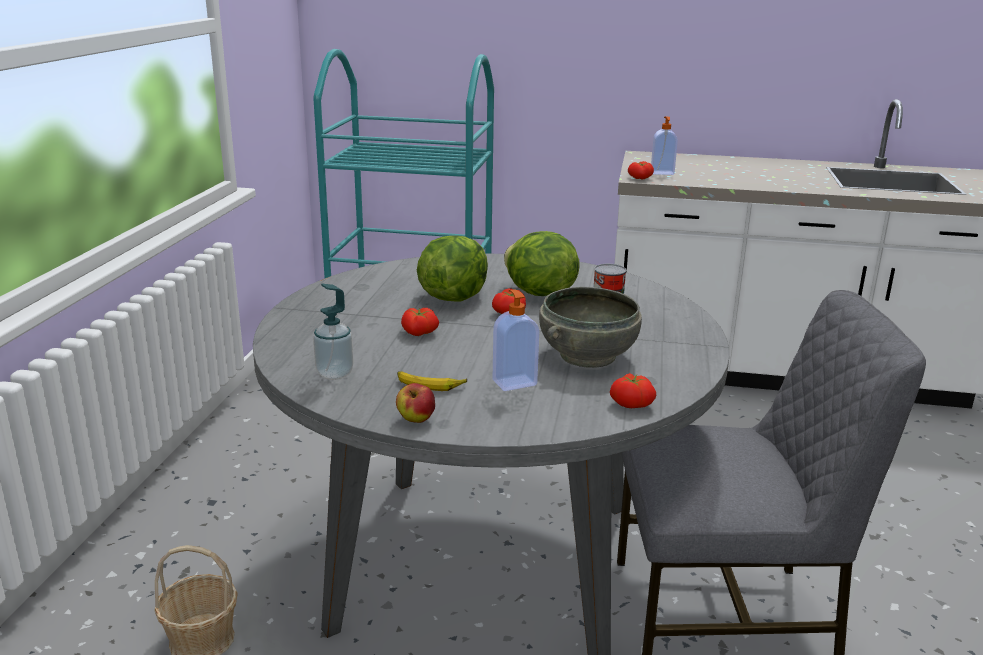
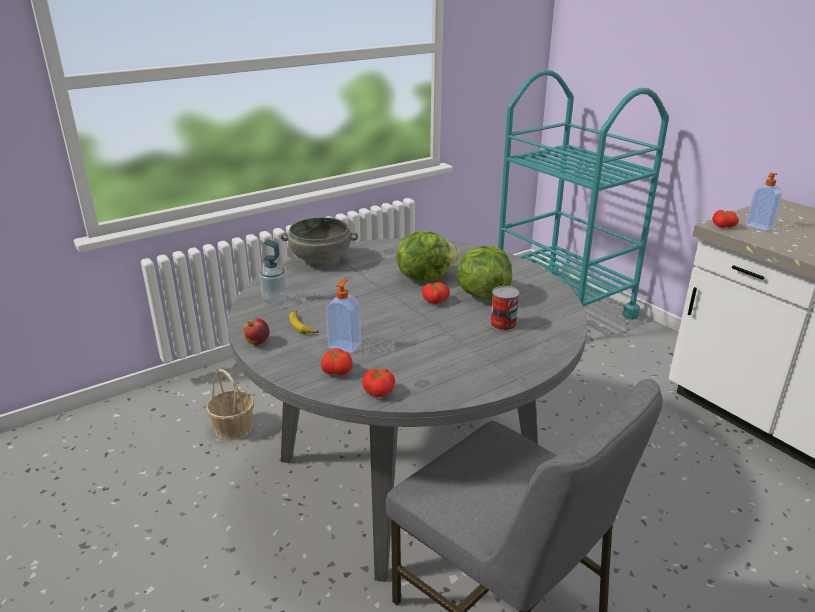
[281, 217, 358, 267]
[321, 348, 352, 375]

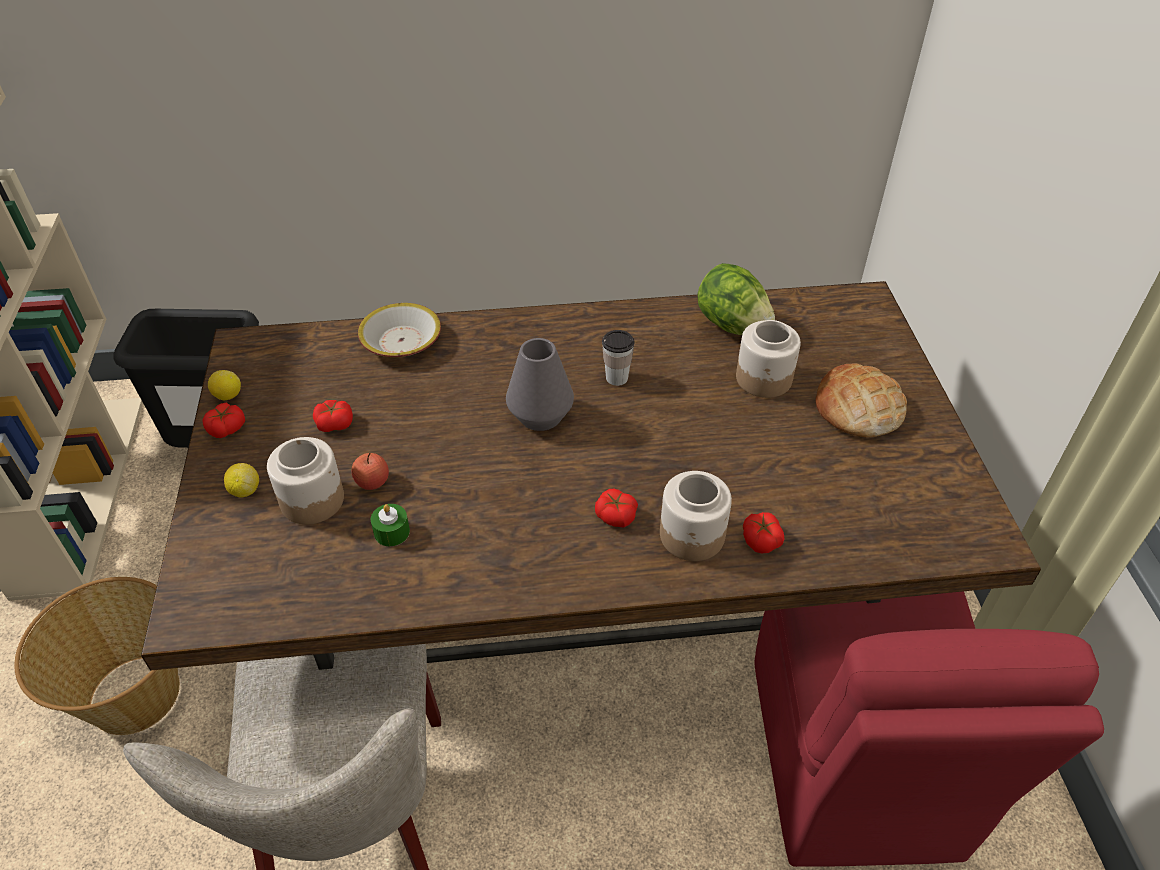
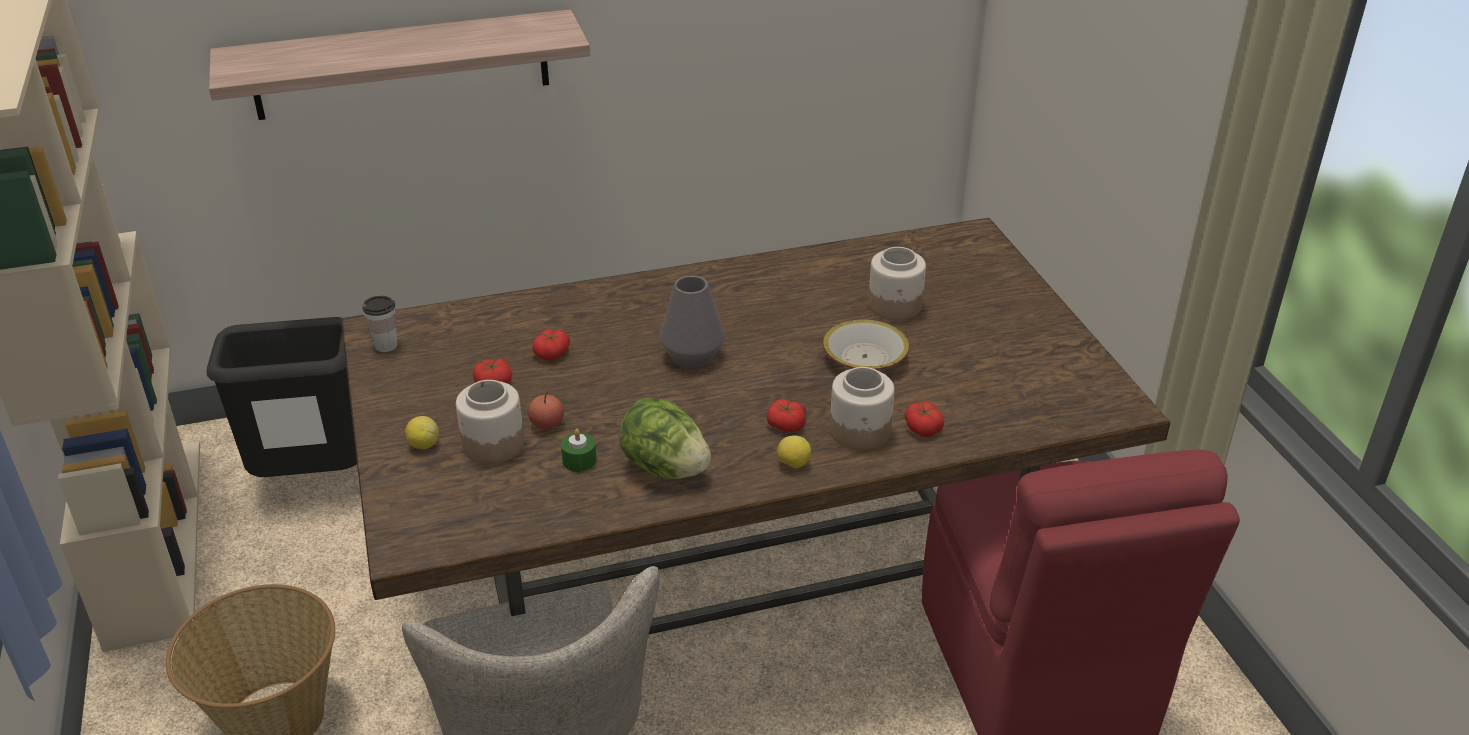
[619, 398, 711, 479]
[823, 319, 909, 371]
[362, 296, 397, 352]
[815, 363, 907, 437] (first image)
[777, 435, 811, 469]
[532, 329, 570, 361]
[209, 9, 590, 120]

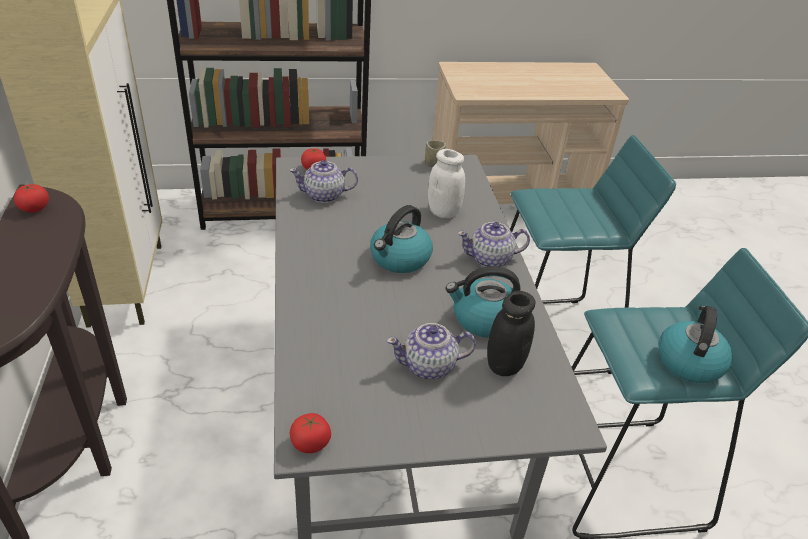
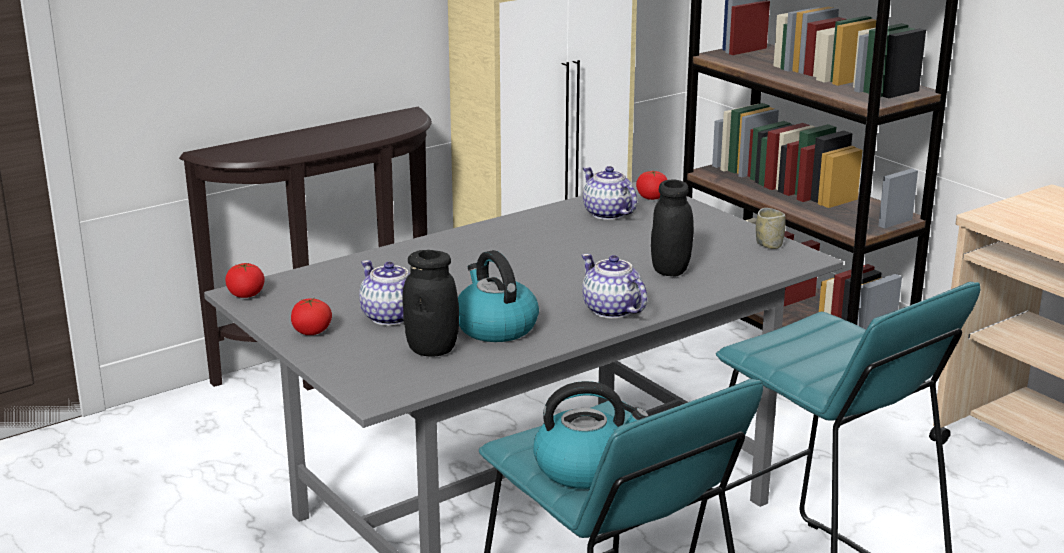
[651, 179, 694, 277]
[291, 298, 332, 335]
[370, 205, 433, 273] (first image)

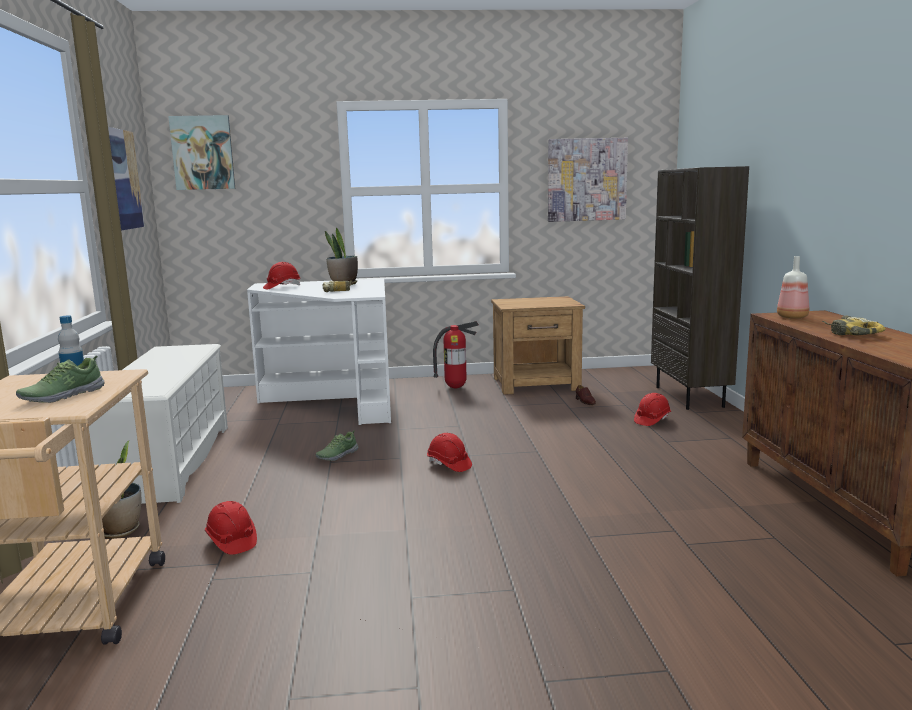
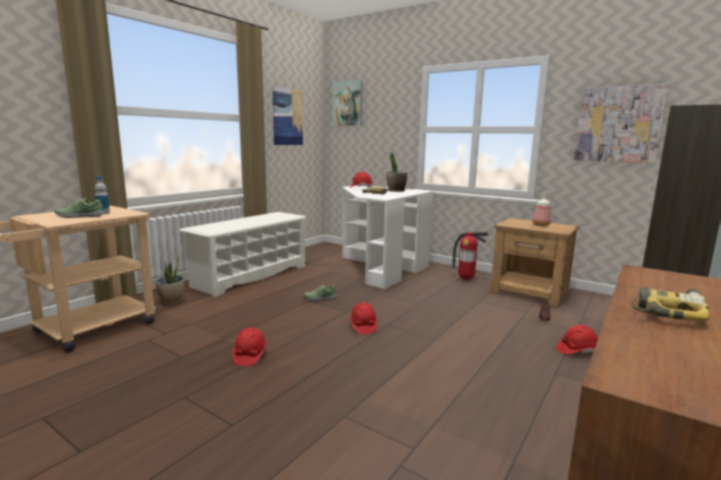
[533, 191, 551, 226]
[233, 328, 267, 366]

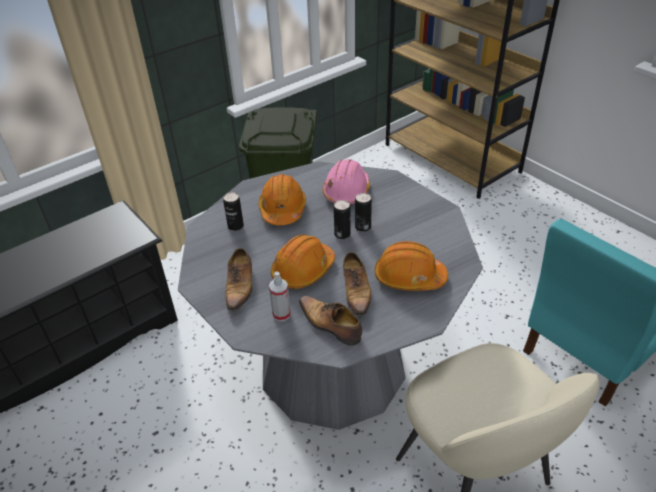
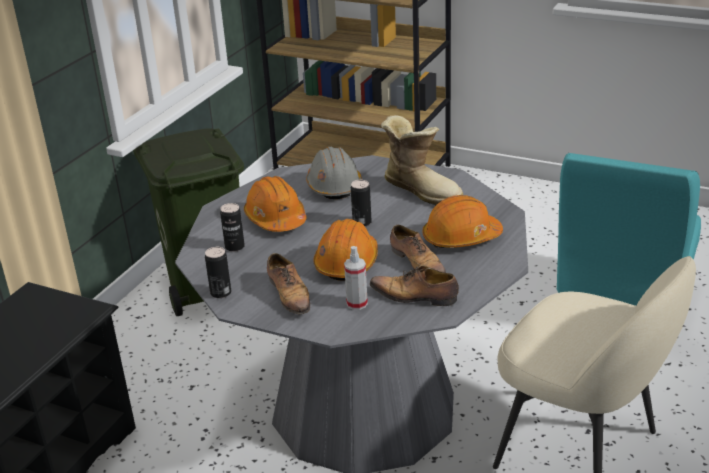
[306, 147, 362, 199]
[205, 247, 231, 298]
[381, 115, 463, 205]

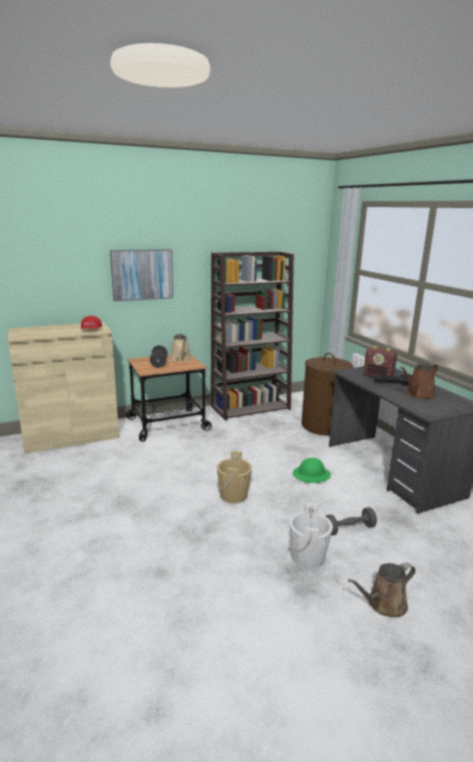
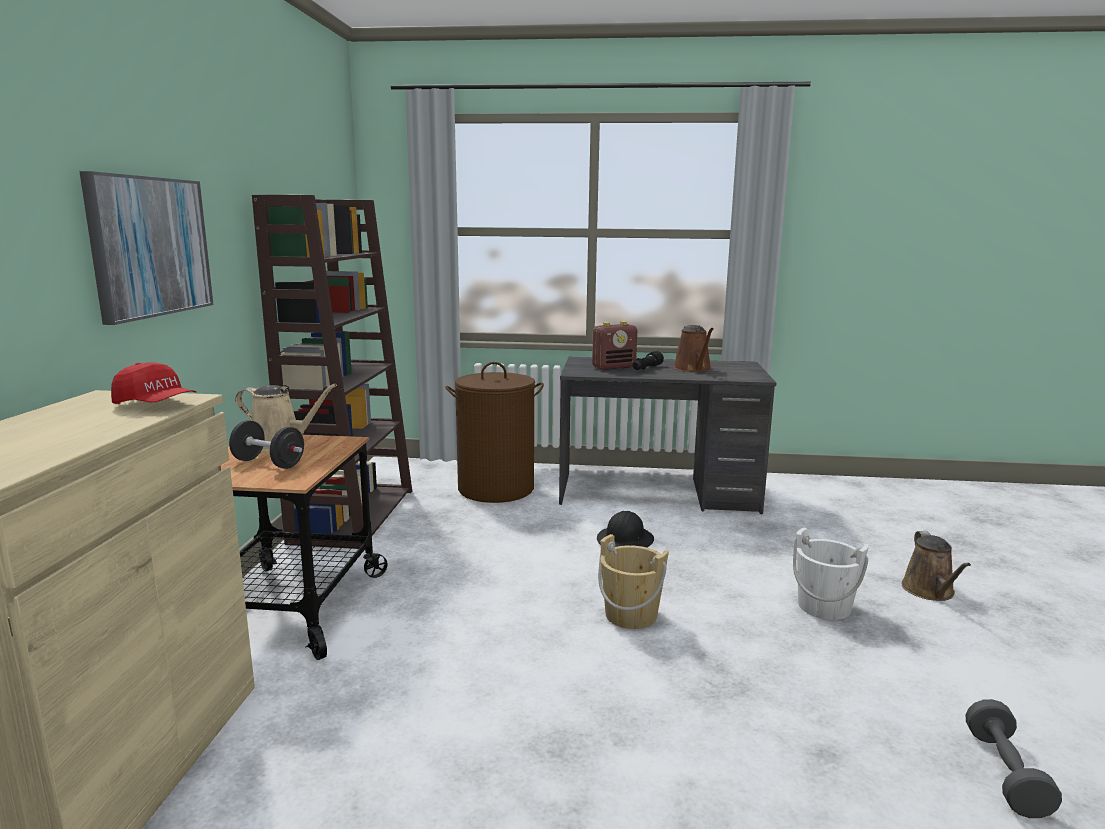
[597, 511, 654, 548]
[965, 699, 1062, 818]

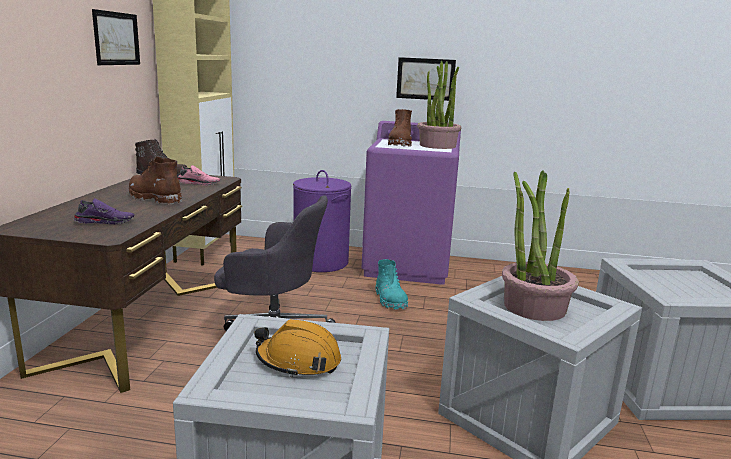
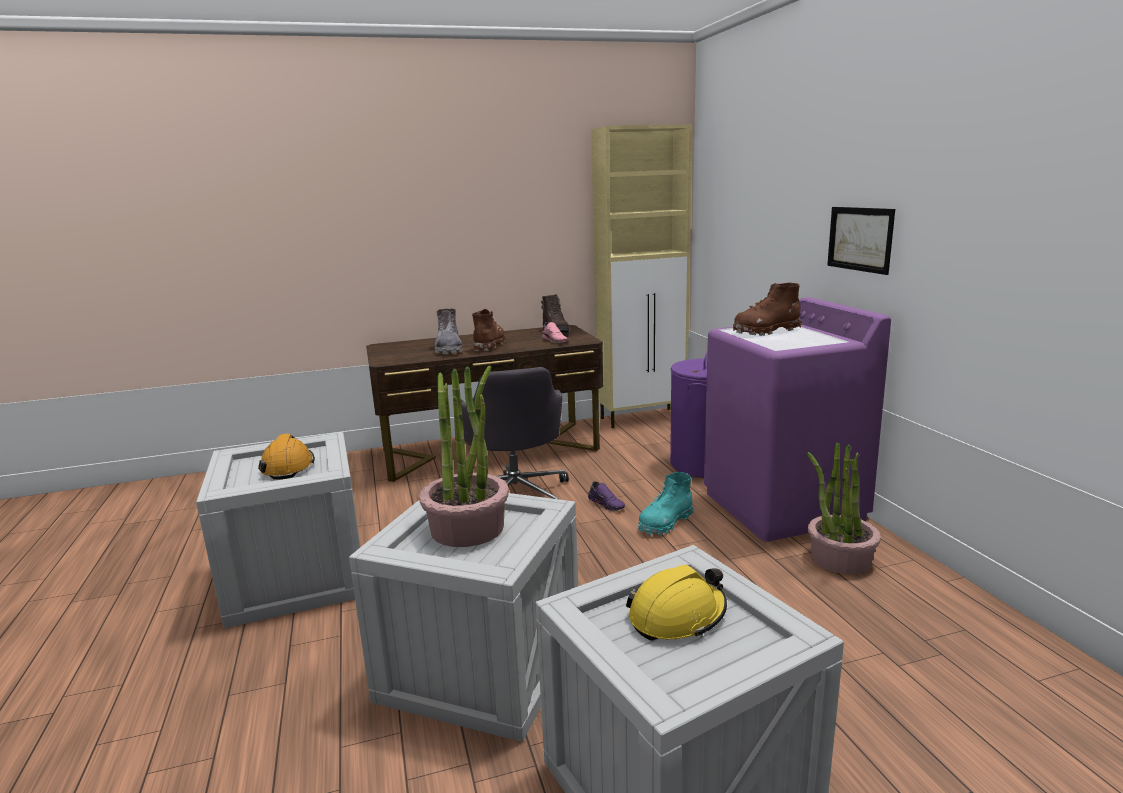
[92, 9, 140, 65] (first image)
[807, 442, 881, 574]
[588, 481, 625, 511]
[435, 309, 462, 354]
[626, 565, 727, 641]

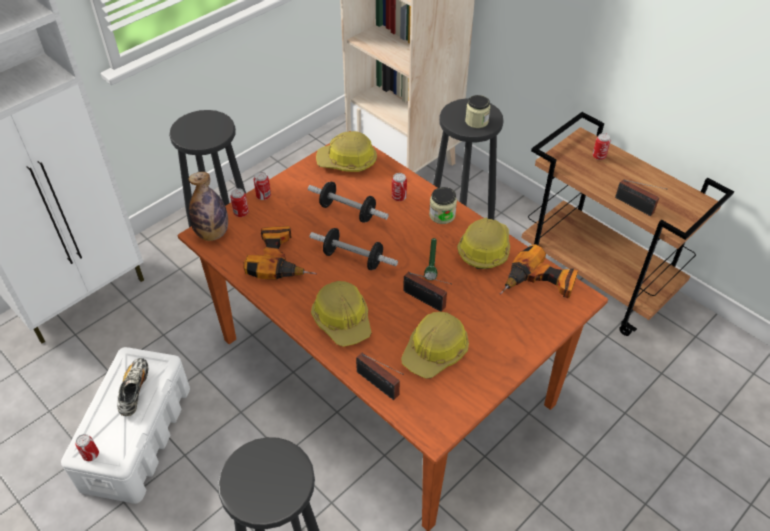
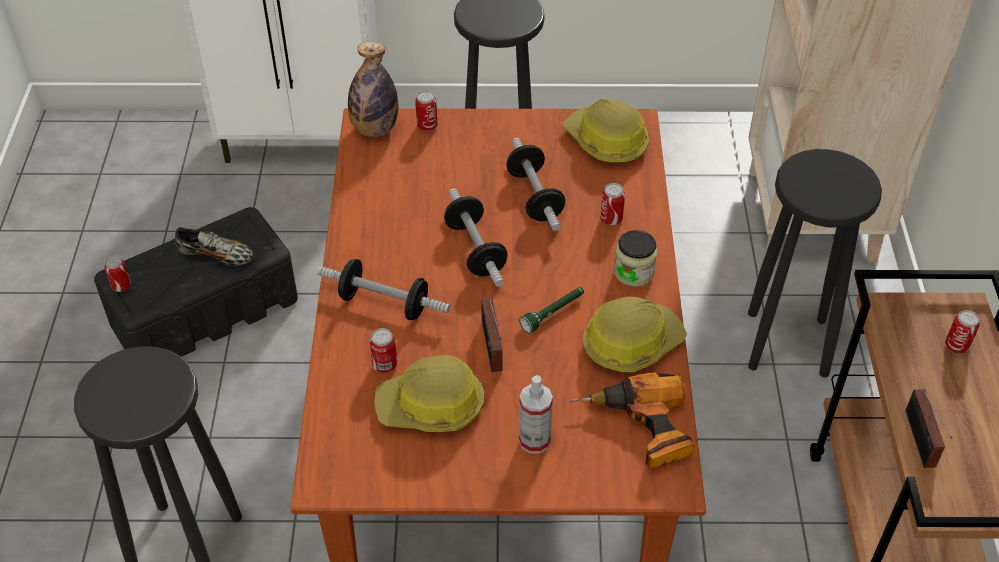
[465, 95, 490, 128] (first image)
[370, 328, 397, 373]
[243, 226, 317, 279] (first image)
[317, 259, 450, 320]
[94, 207, 298, 357]
[356, 353, 403, 400] (first image)
[175, 227, 254, 266]
[519, 375, 553, 453]

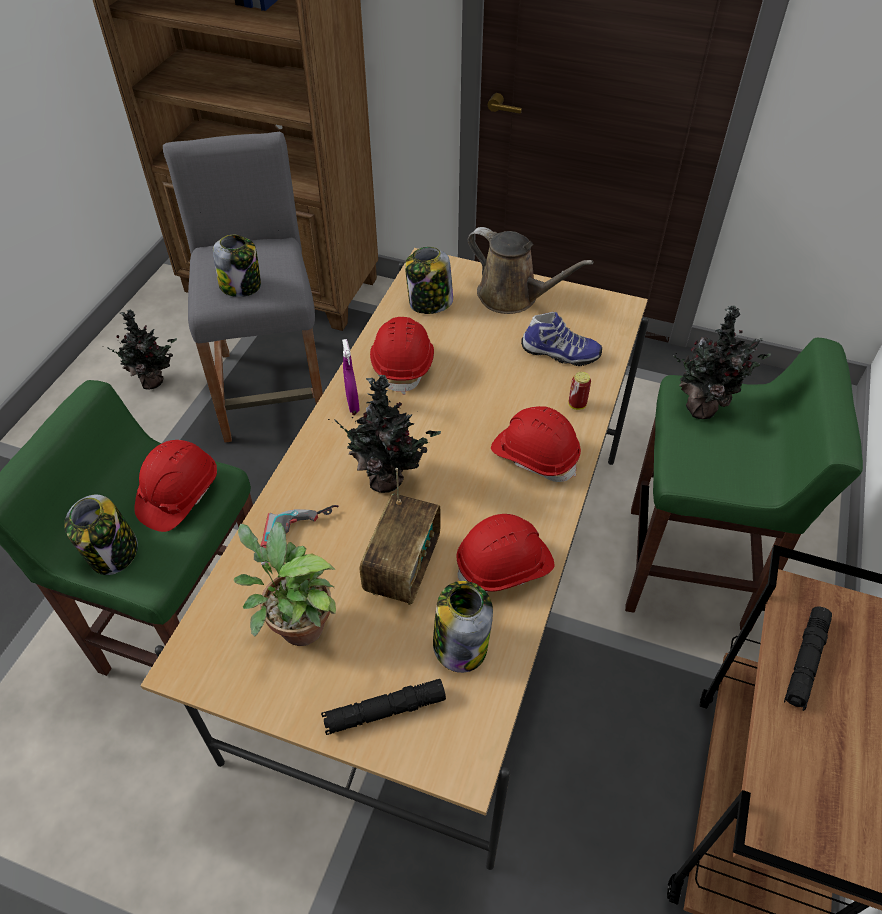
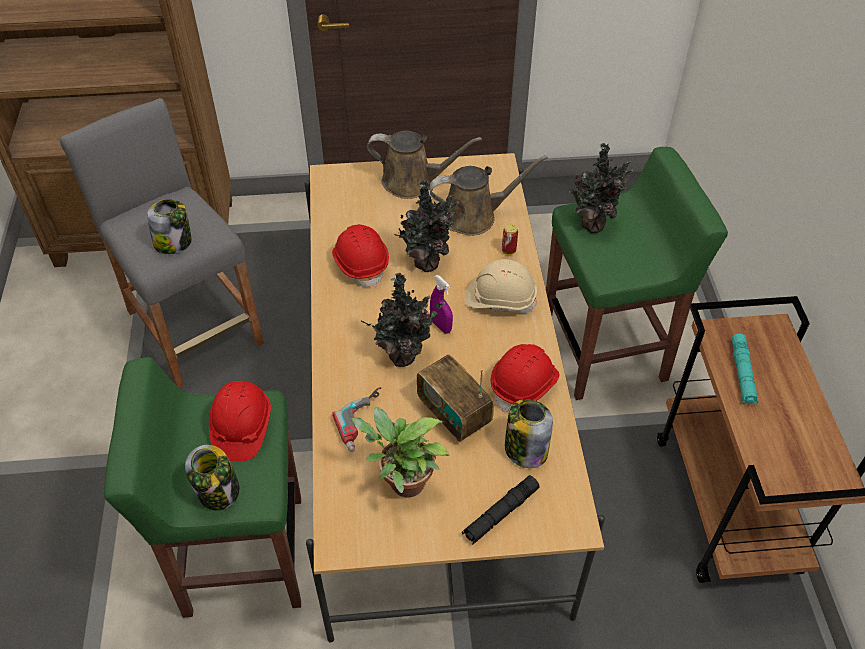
[405, 247, 453, 314] (first image)
[394, 180, 459, 272]
[429, 155, 548, 236]
[430, 275, 453, 334]
[465, 259, 537, 313]
[417, 355, 494, 443]
[731, 334, 758, 405]

